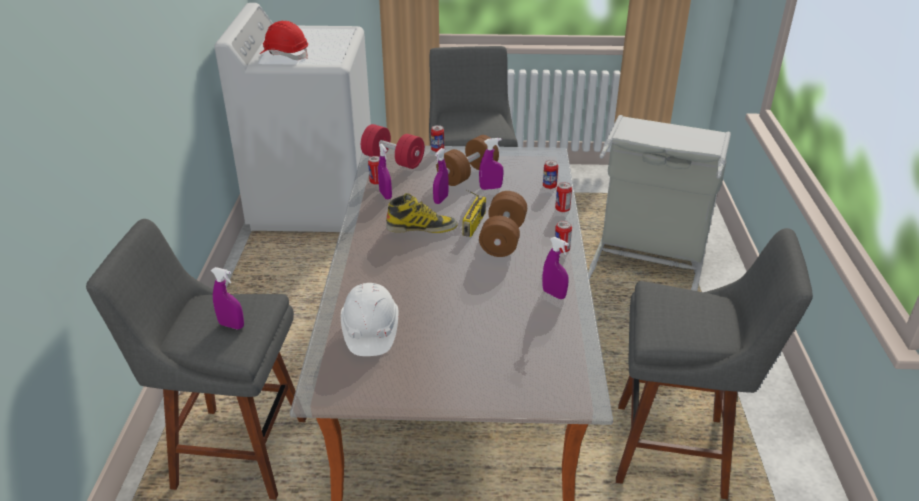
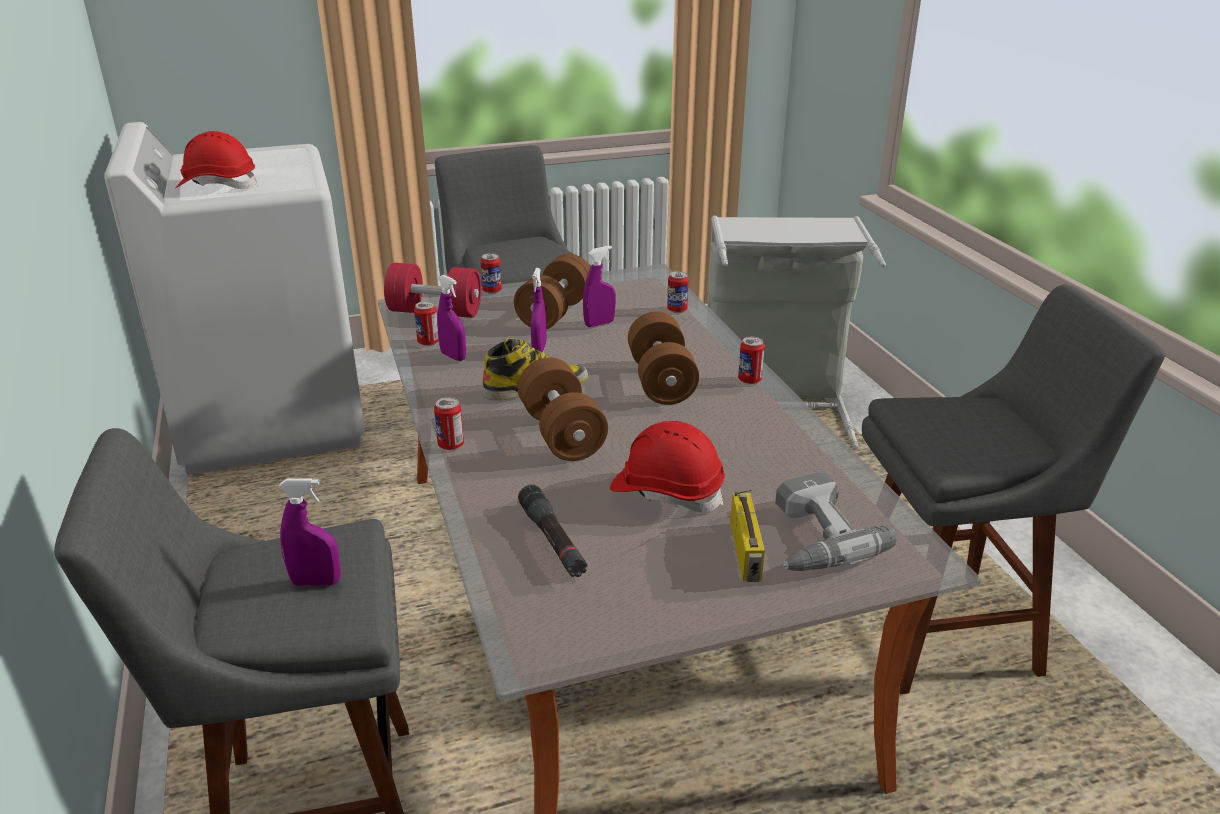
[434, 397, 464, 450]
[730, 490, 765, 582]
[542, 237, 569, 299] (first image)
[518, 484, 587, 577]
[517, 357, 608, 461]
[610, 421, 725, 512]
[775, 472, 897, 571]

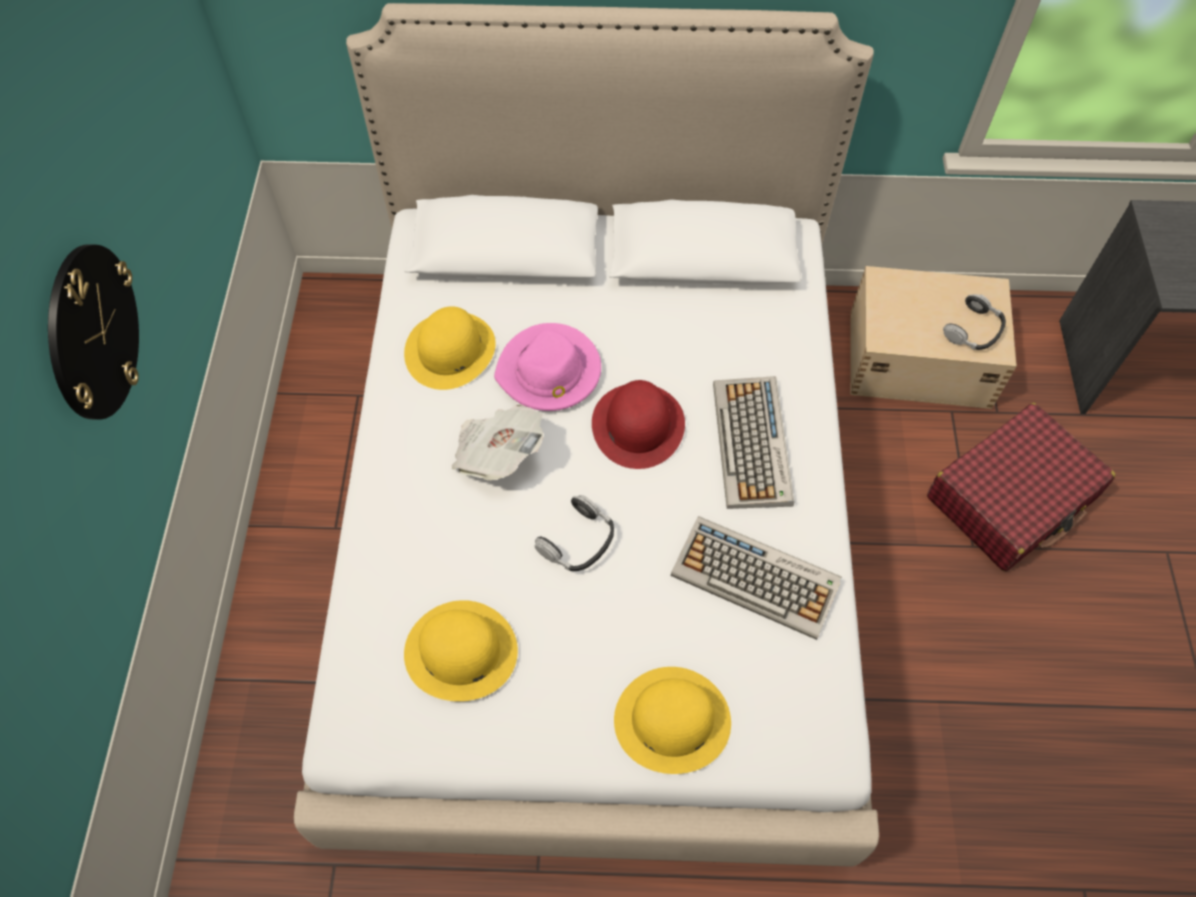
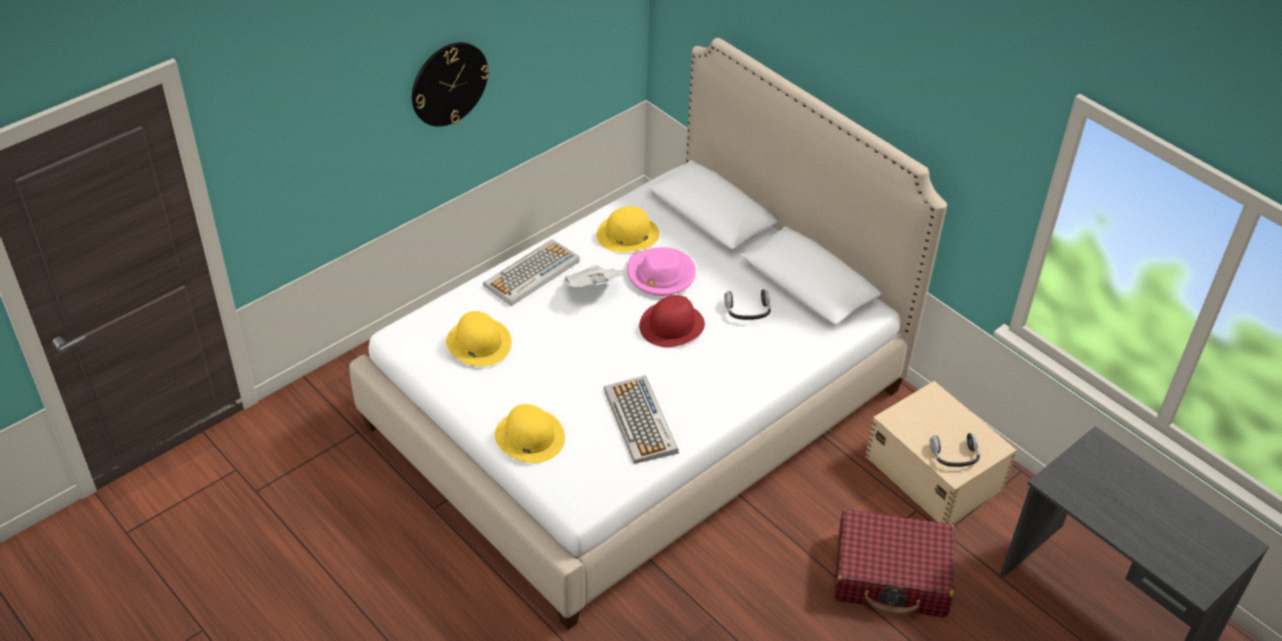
[483, 239, 580, 306]
[724, 289, 771, 320]

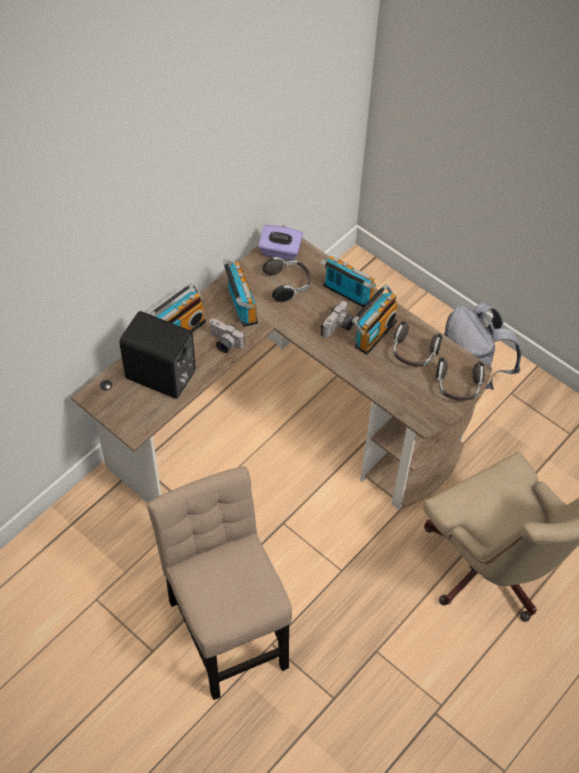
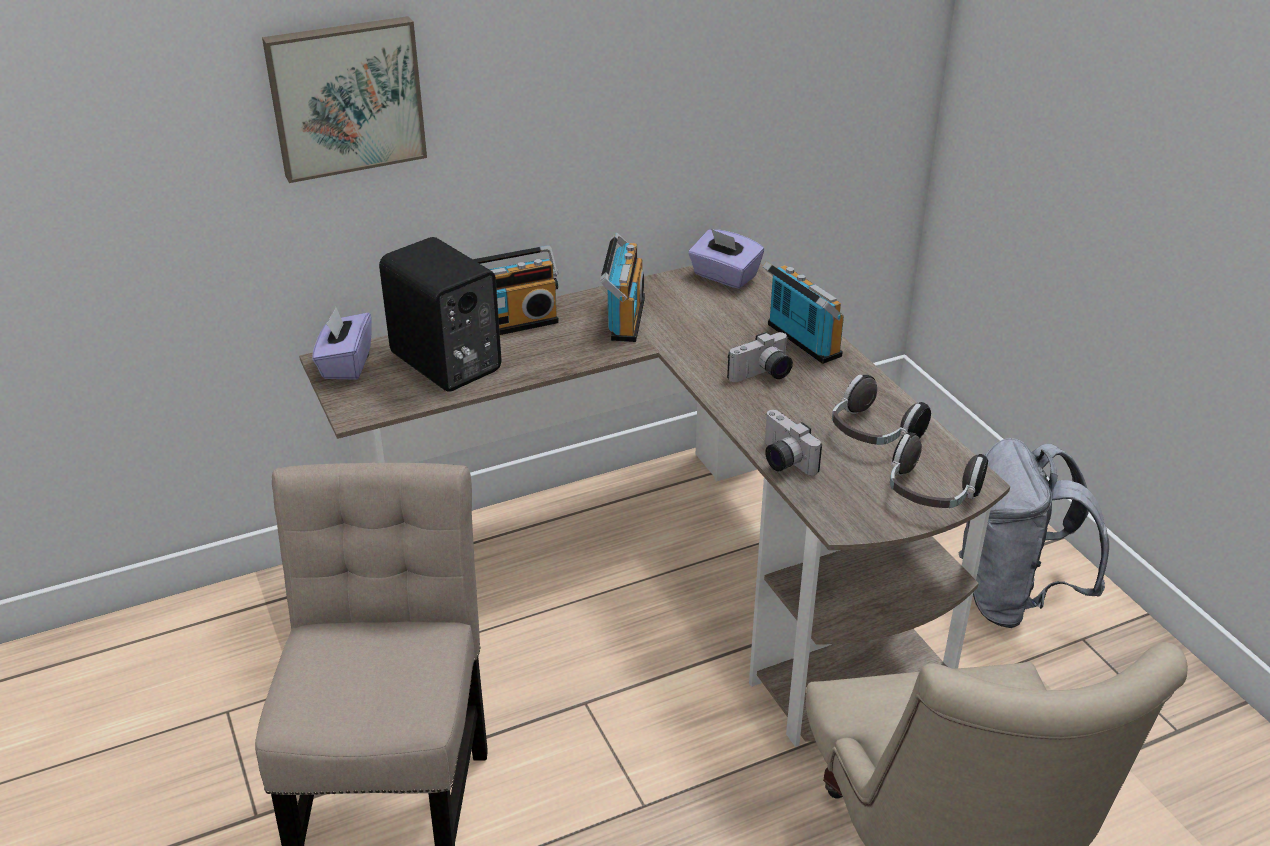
[263, 257, 310, 302] (first image)
[352, 284, 398, 355] (first image)
[765, 410, 822, 476]
[262, 16, 427, 183]
[312, 307, 372, 380]

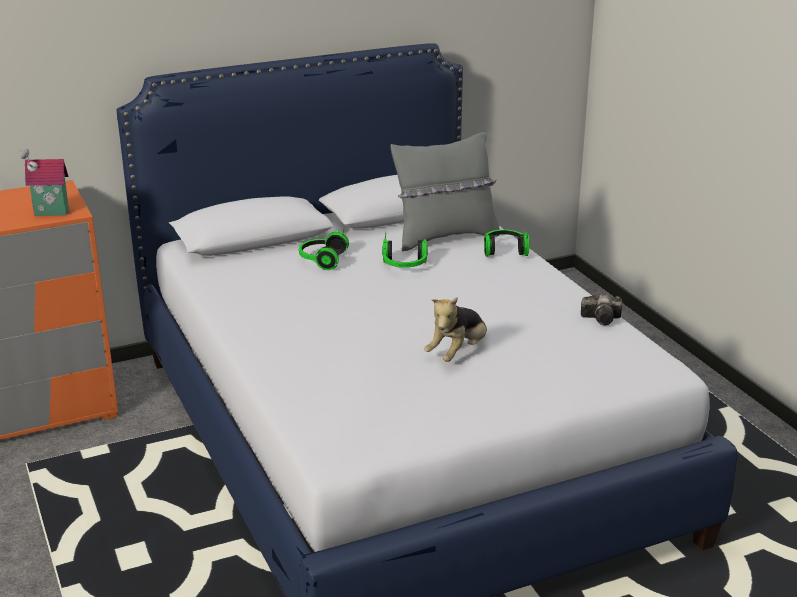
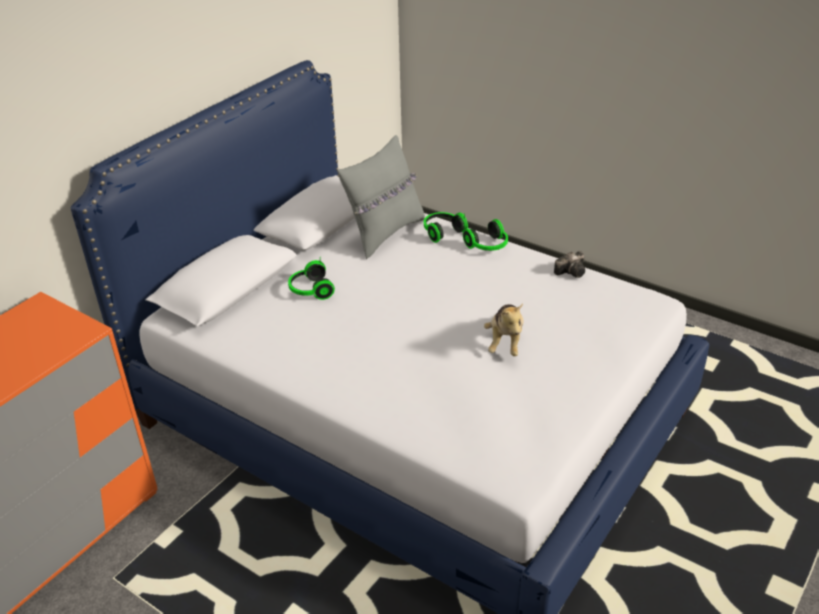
[20, 149, 69, 216] (first image)
[463, 219, 508, 251]

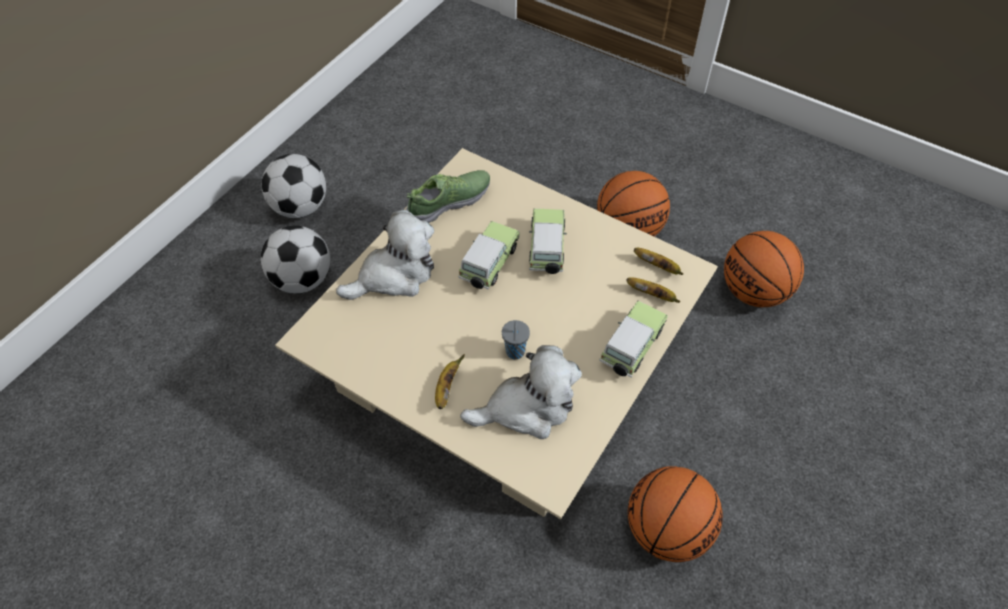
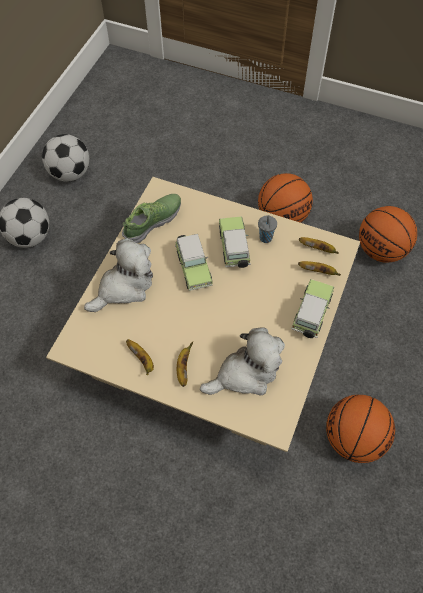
[175, 234, 213, 291]
[42, 134, 89, 182]
[258, 215, 277, 243]
[126, 339, 154, 375]

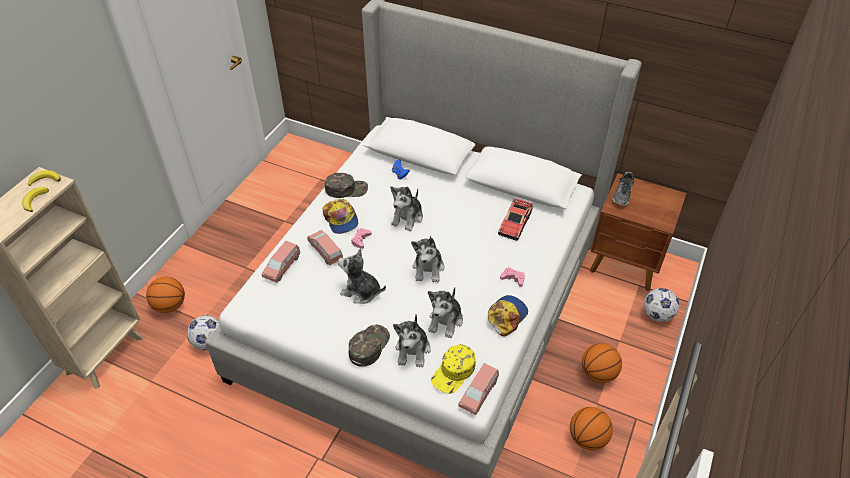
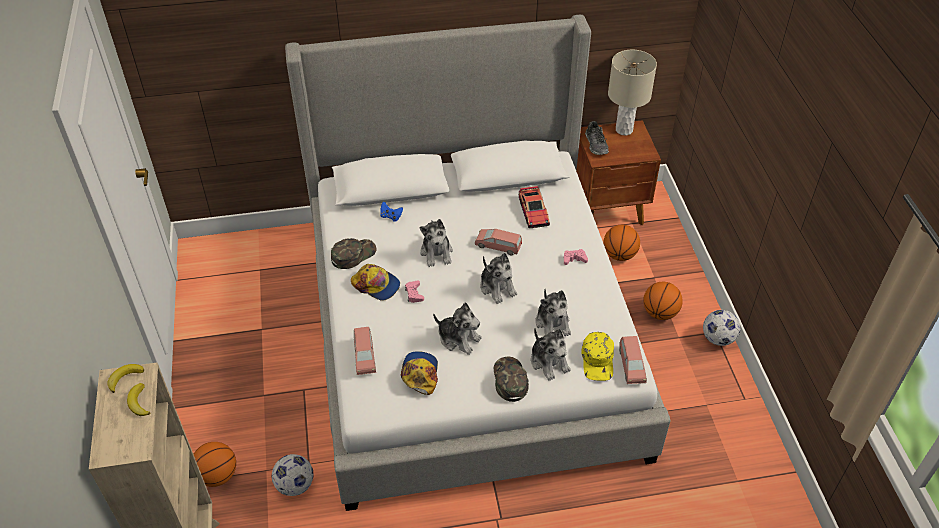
[475, 229, 522, 255]
[433, 302, 482, 355]
[703, 310, 740, 346]
[401, 351, 438, 395]
[603, 225, 640, 261]
[608, 50, 657, 135]

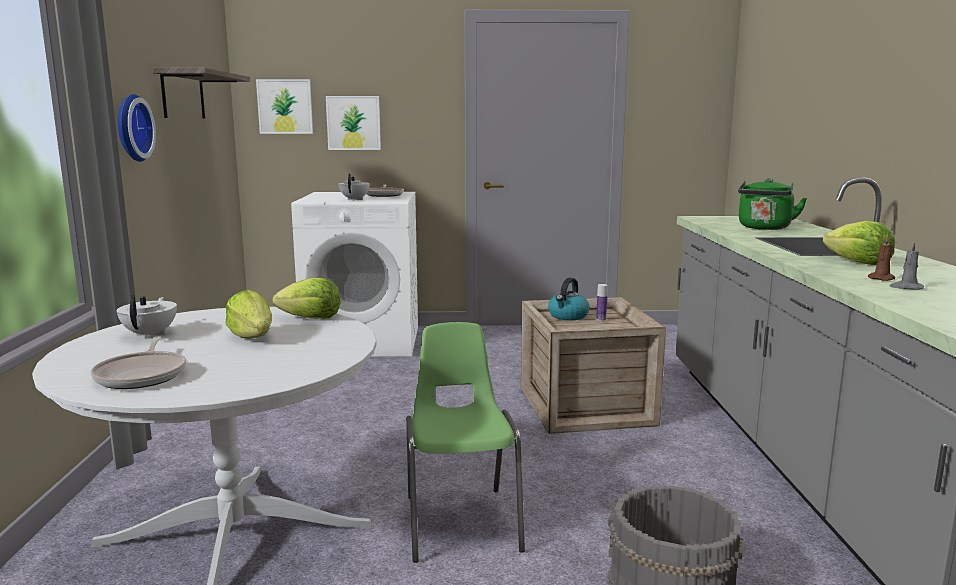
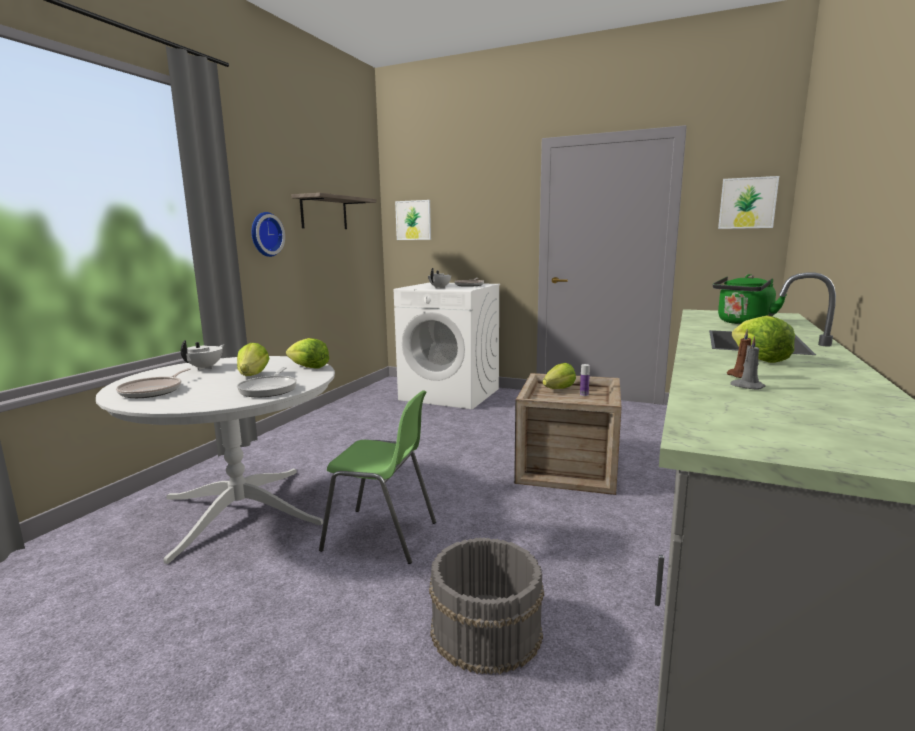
[718, 176, 779, 229]
[542, 363, 576, 389]
[319, 390, 436, 564]
[237, 367, 297, 397]

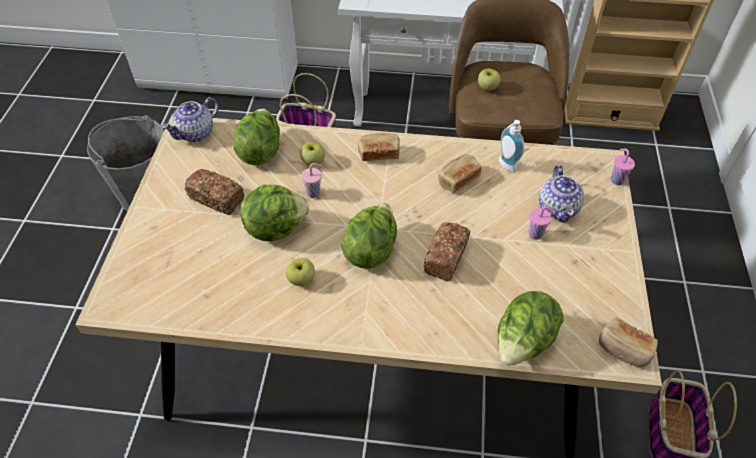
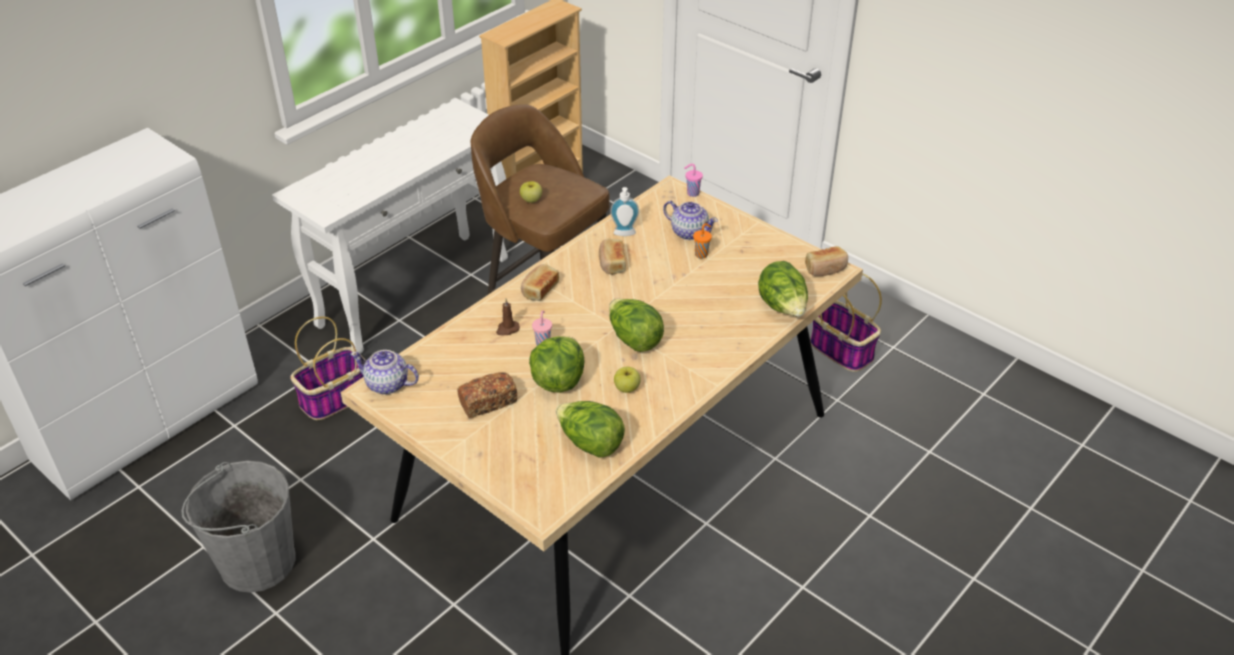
[350, 350, 419, 394]
[556, 401, 625, 458]
[496, 299, 520, 335]
[693, 223, 712, 259]
[424, 222, 470, 281] (first image)

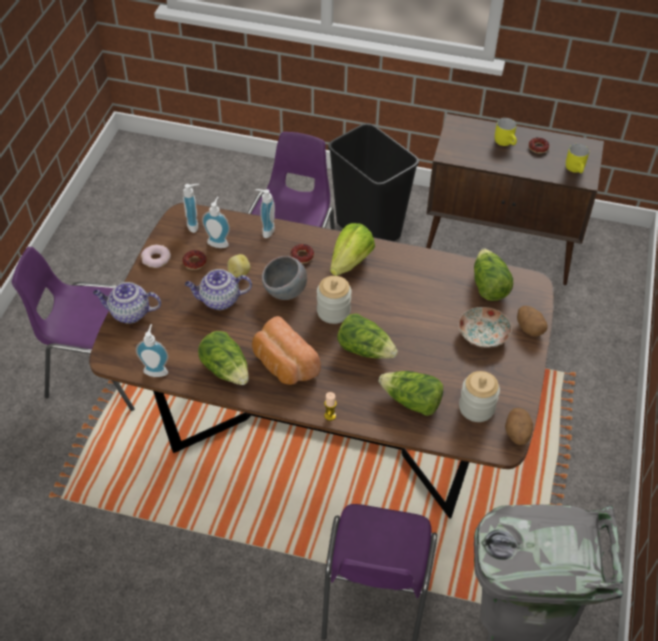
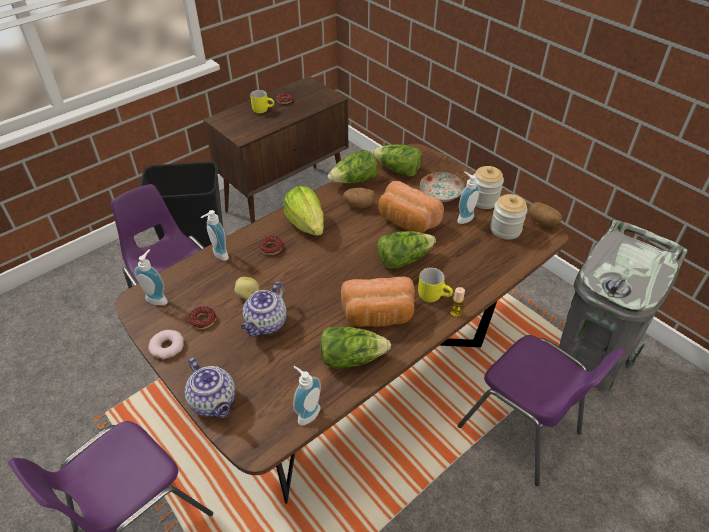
[418, 268, 453, 302]
[457, 172, 480, 224]
[262, 256, 307, 300] (first image)
[474, 166, 504, 209]
[185, 358, 235, 418]
[343, 188, 376, 208]
[327, 150, 378, 183]
[378, 181, 444, 233]

